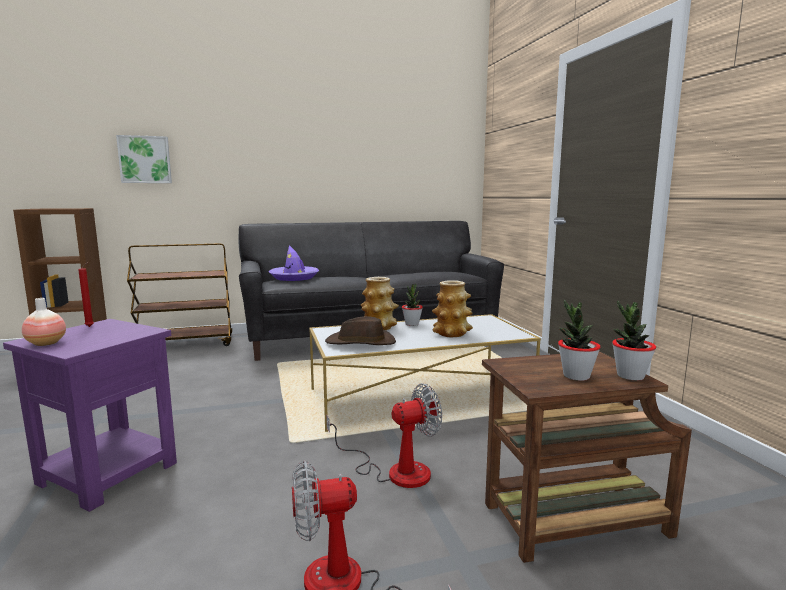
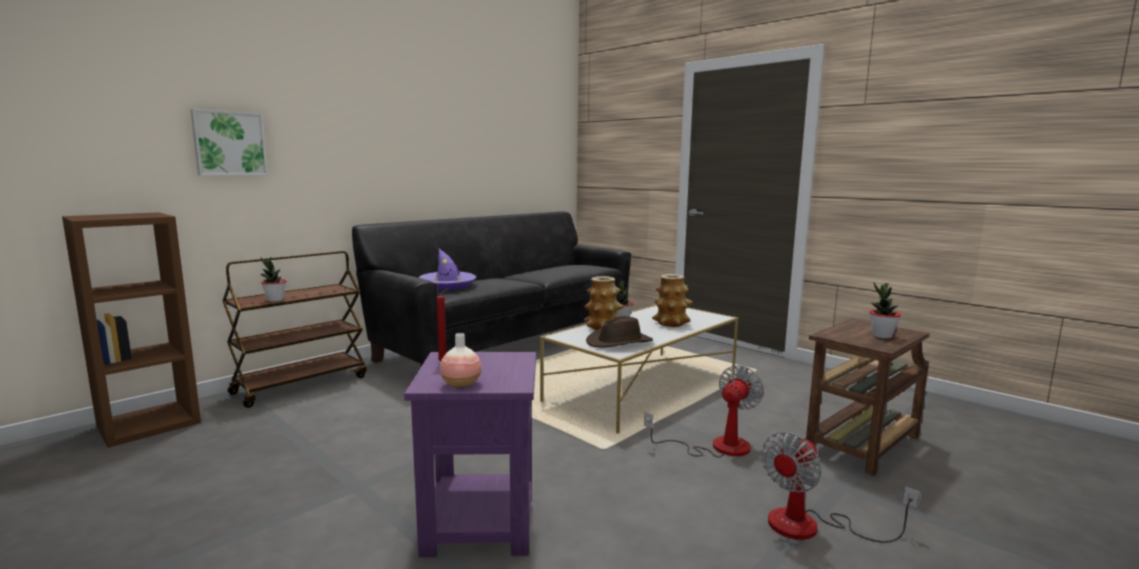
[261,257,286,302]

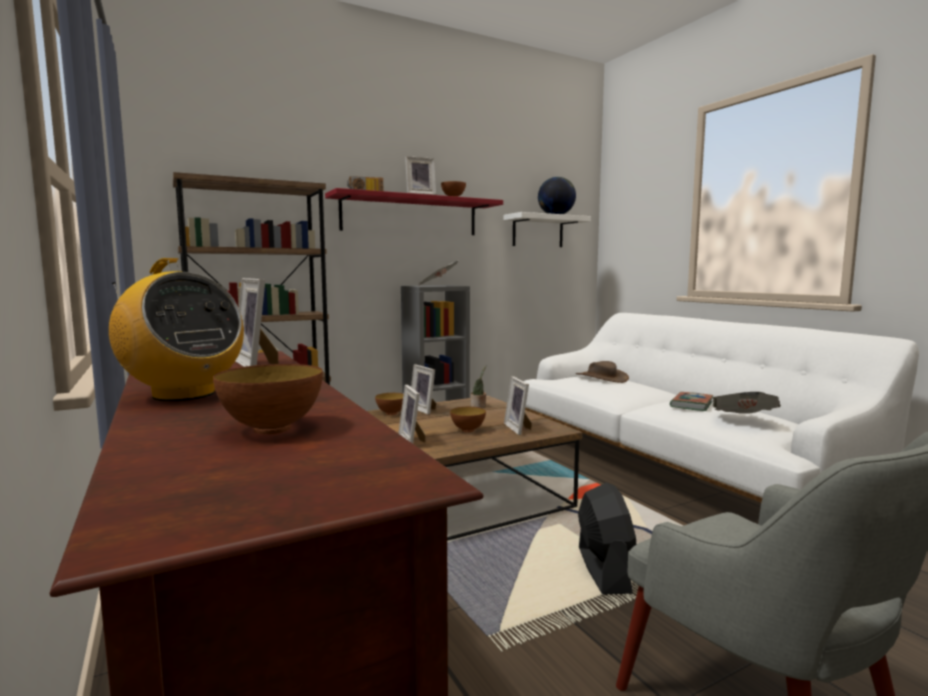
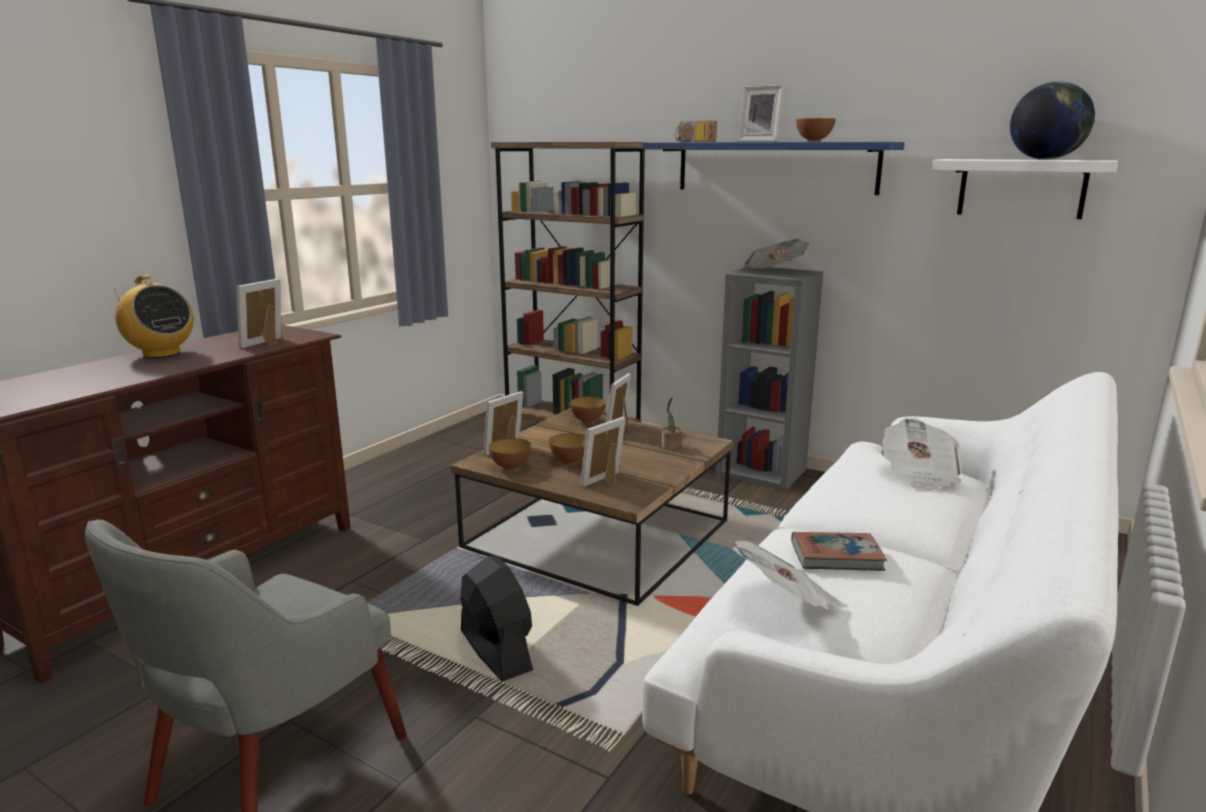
[643,142,905,195]
[114,275,194,358]
[881,418,962,492]
[489,438,532,471]
[460,556,533,682]

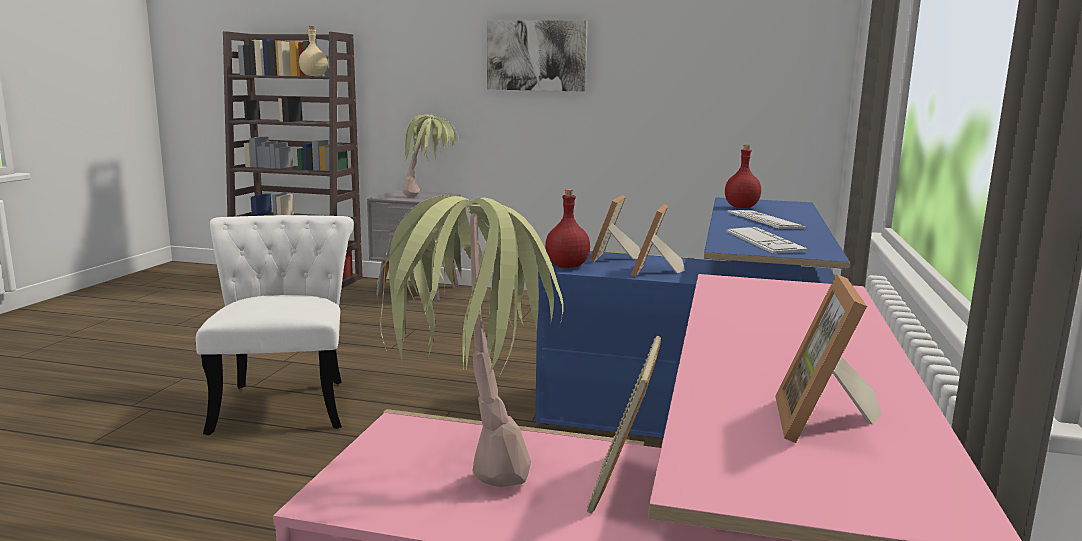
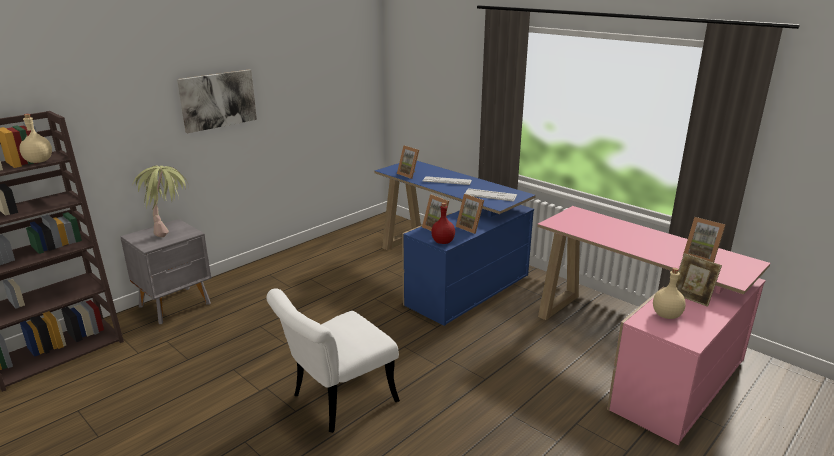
[397,145,419,179]
[653,268,686,319]
[266,288,400,433]

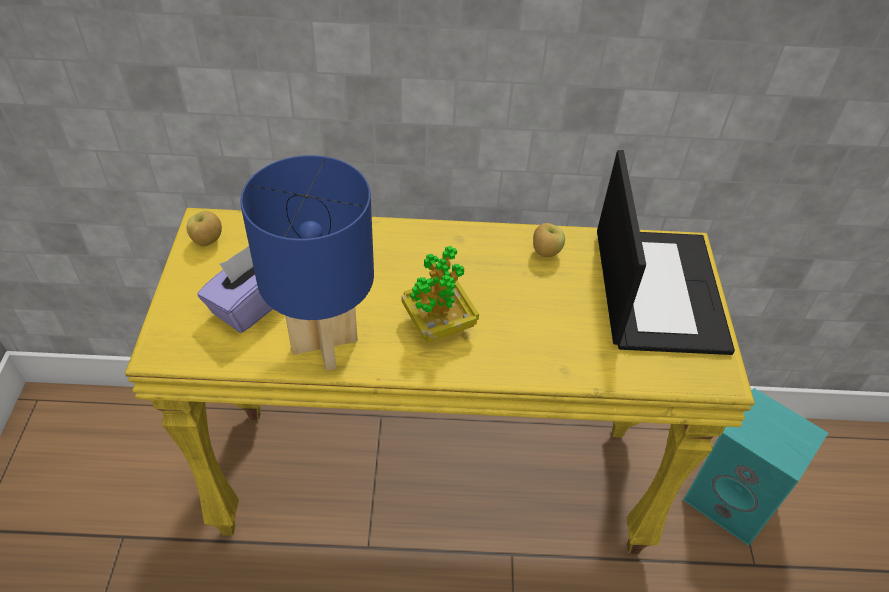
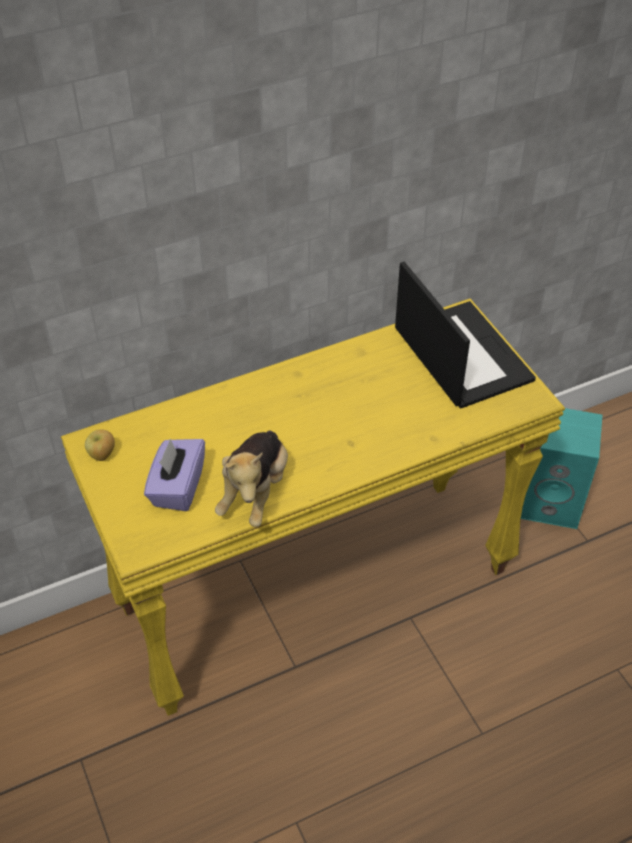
[215,430,288,527]
[533,223,565,258] (first image)
[401,246,479,343] (first image)

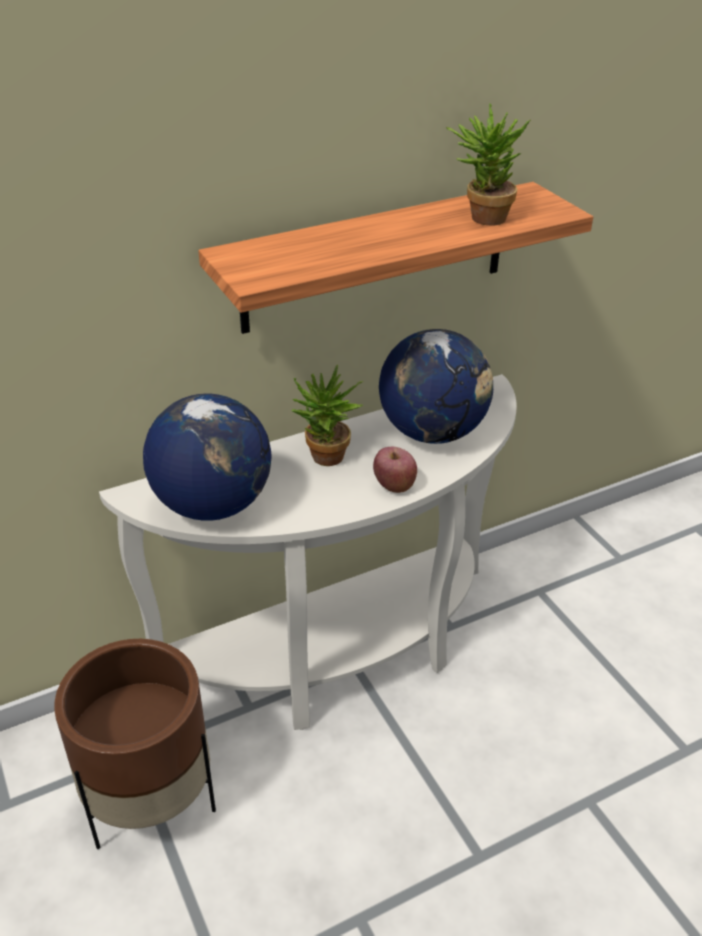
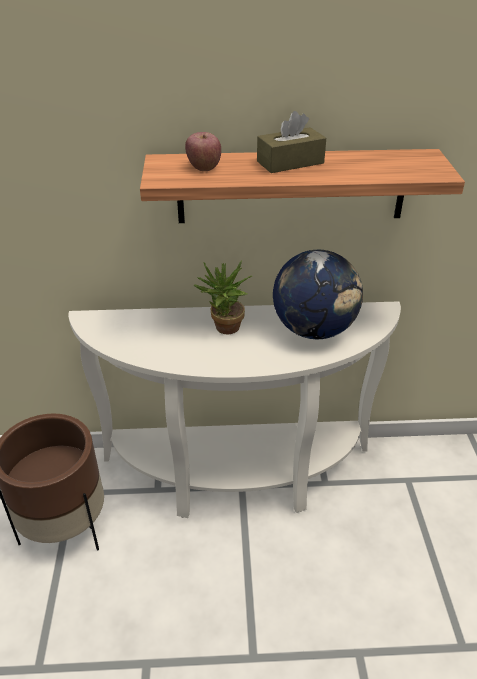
[446,103,530,226] (first image)
[143,394,271,521] (first image)
[185,132,221,171]
[257,111,326,173]

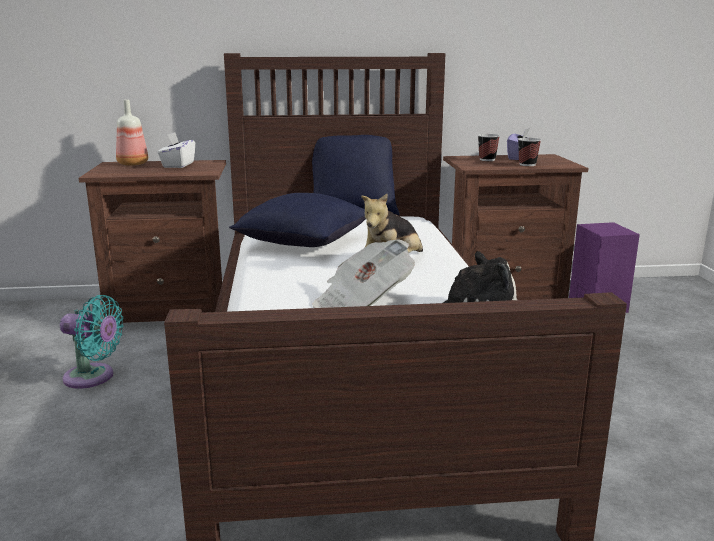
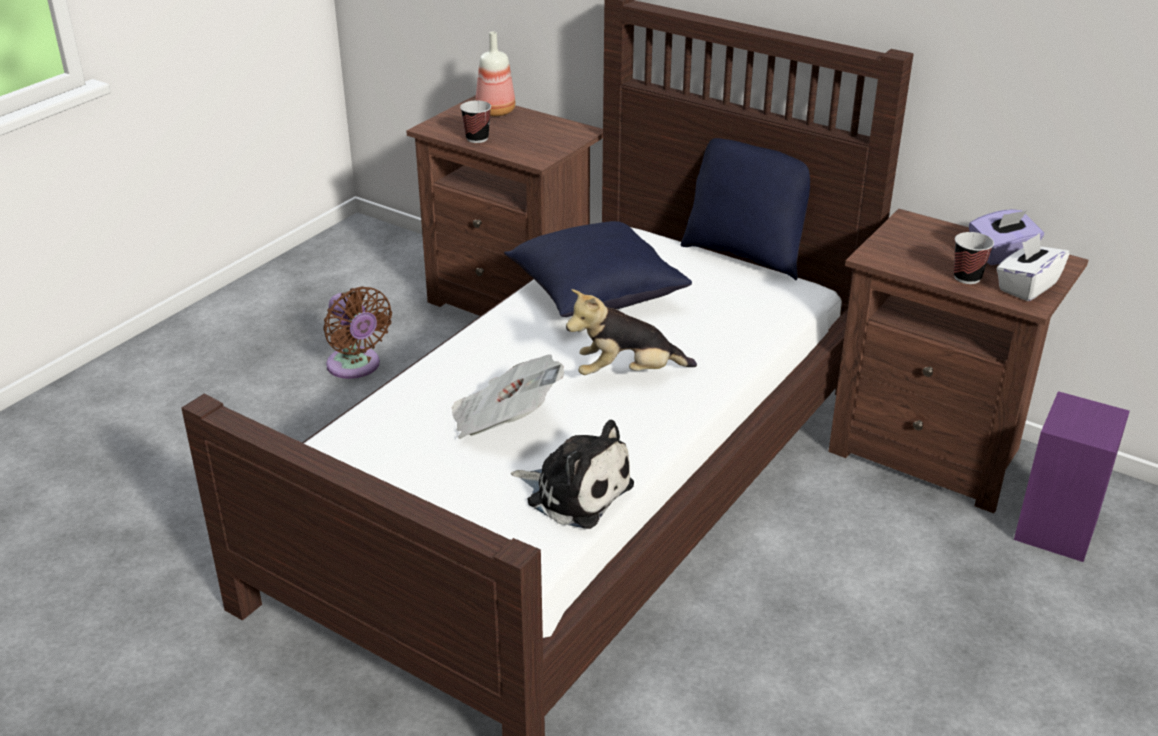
[997,233,1070,301]
[460,100,491,143]
[324,286,392,379]

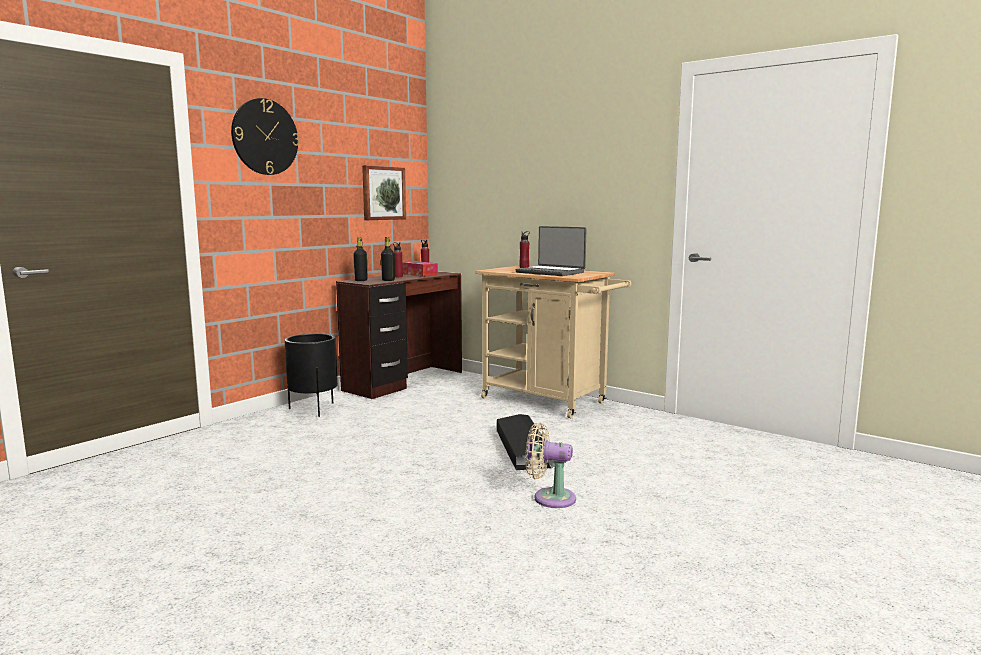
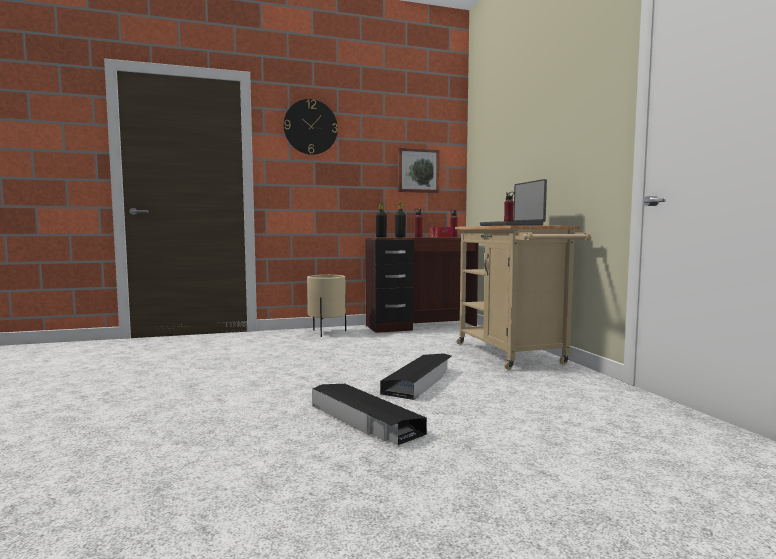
[307,275,346,337]
[312,384,427,445]

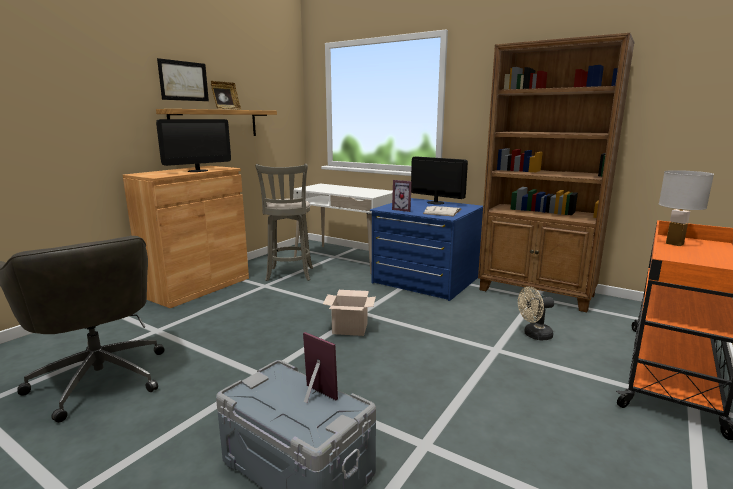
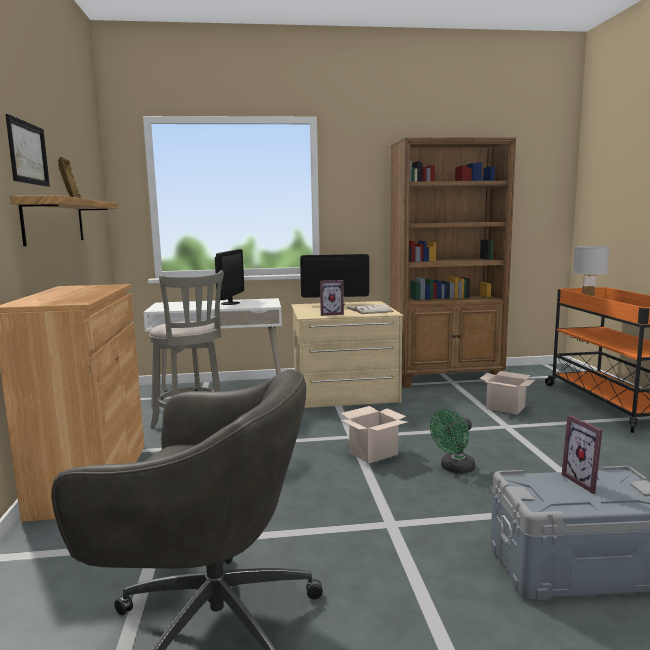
[215,249,244,305]
[292,301,403,408]
[479,371,535,415]
[562,415,602,494]
[430,409,475,474]

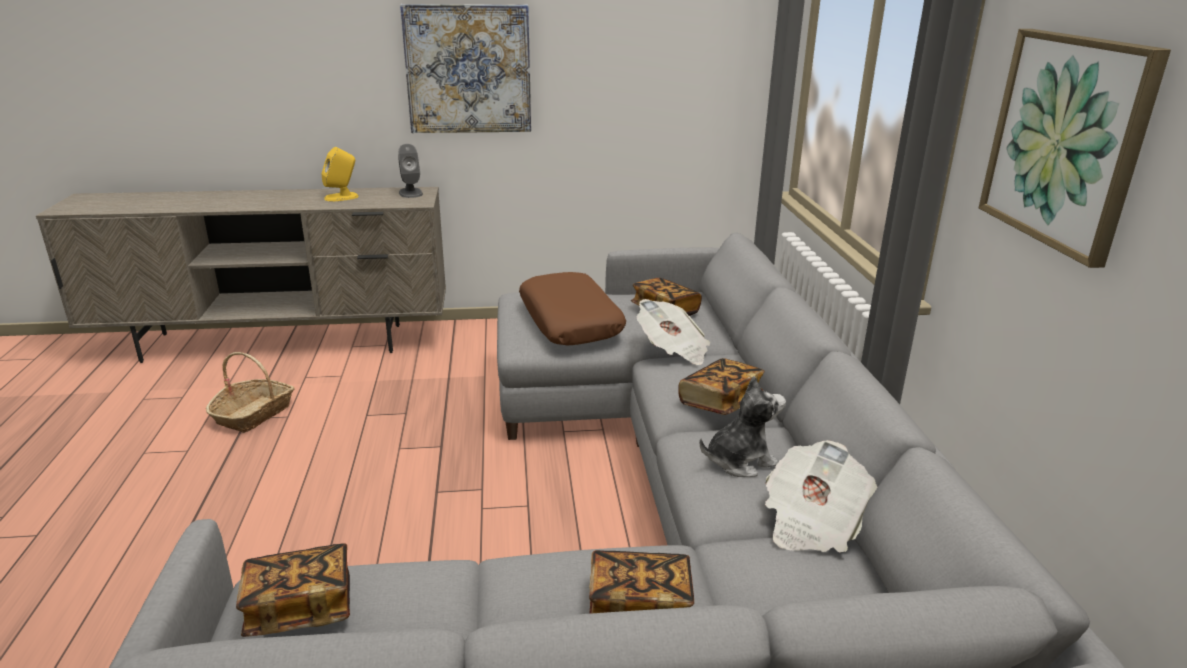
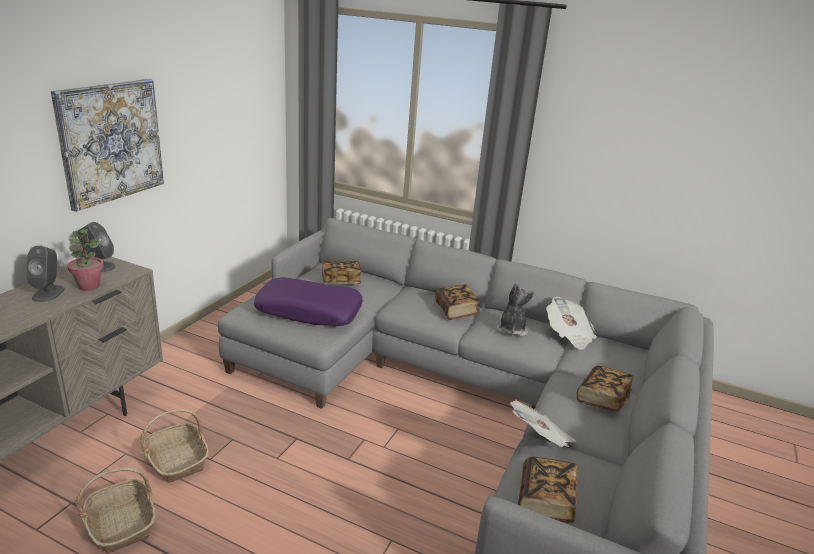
[979,29,1171,268] (first image)
[26,245,65,302]
[254,277,362,326]
[510,401,576,447]
[68,229,104,291]
[140,409,209,483]

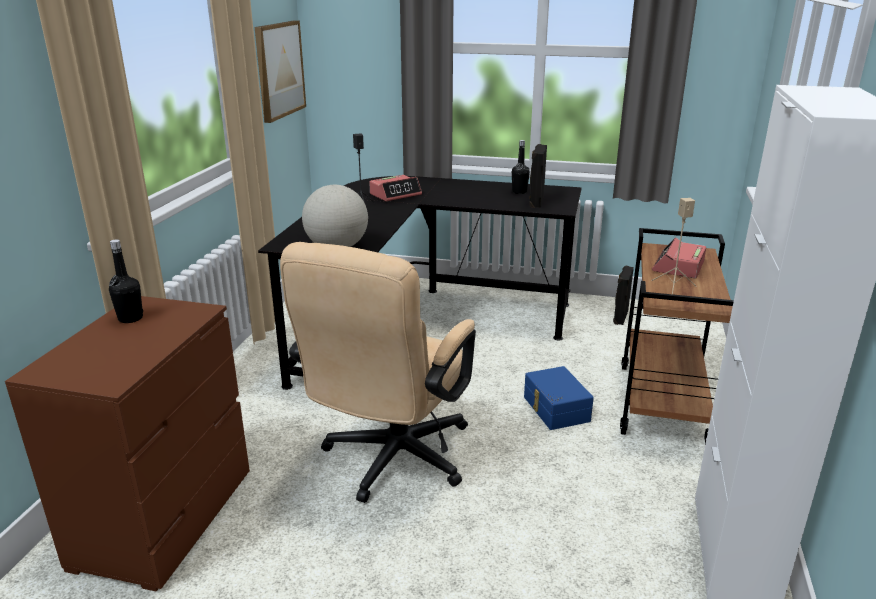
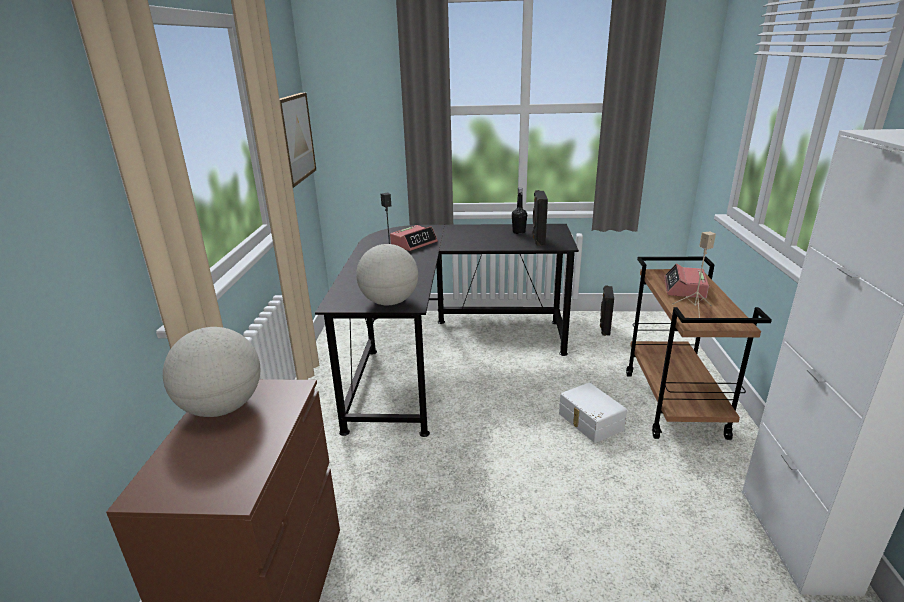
[163,327,260,417]
[280,242,476,503] (first image)
[559,383,627,443]

